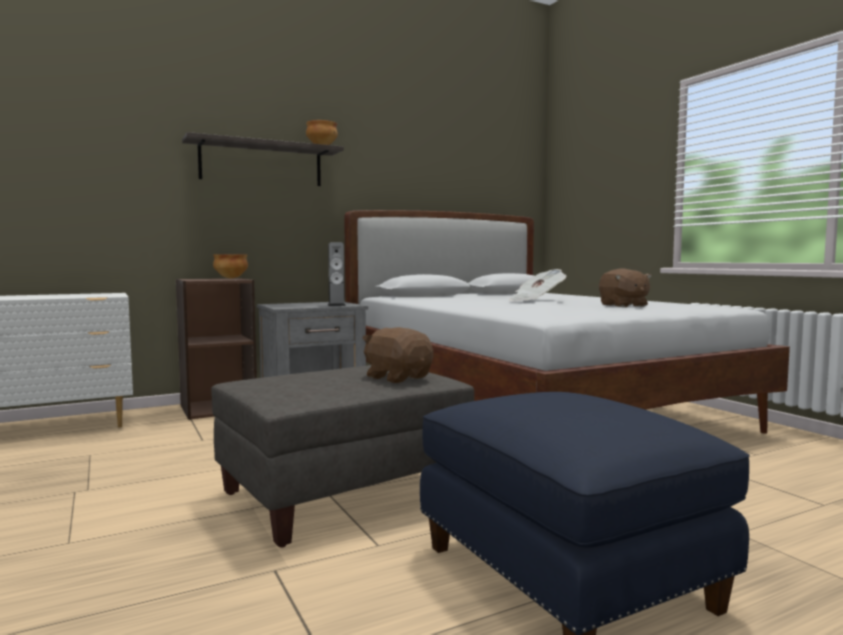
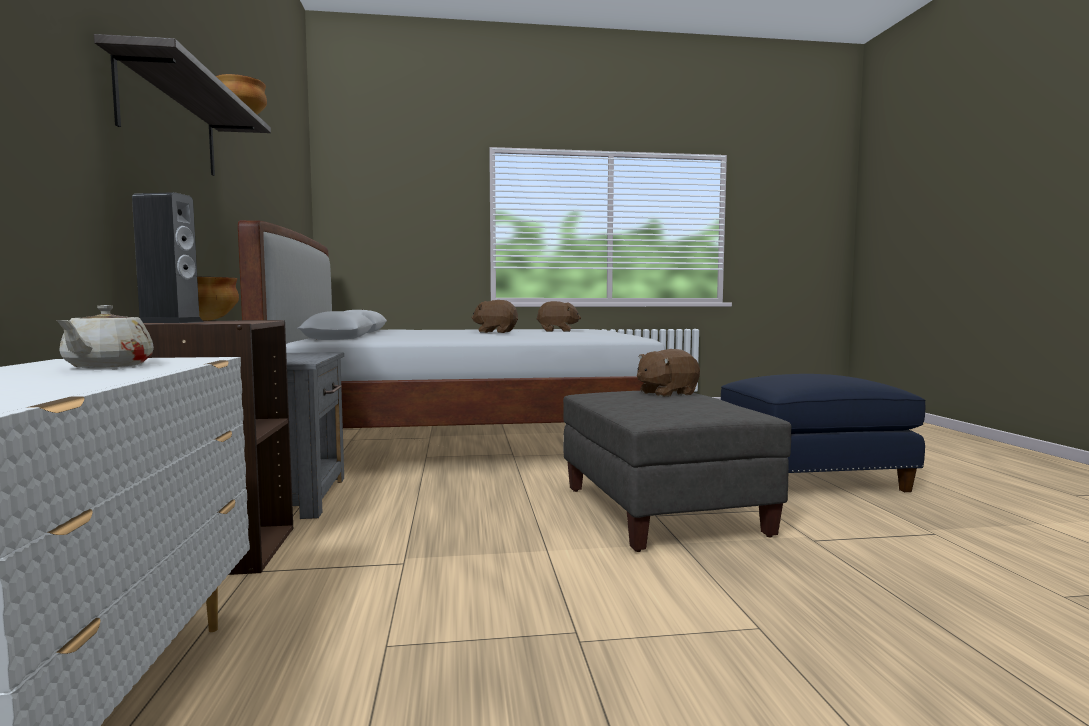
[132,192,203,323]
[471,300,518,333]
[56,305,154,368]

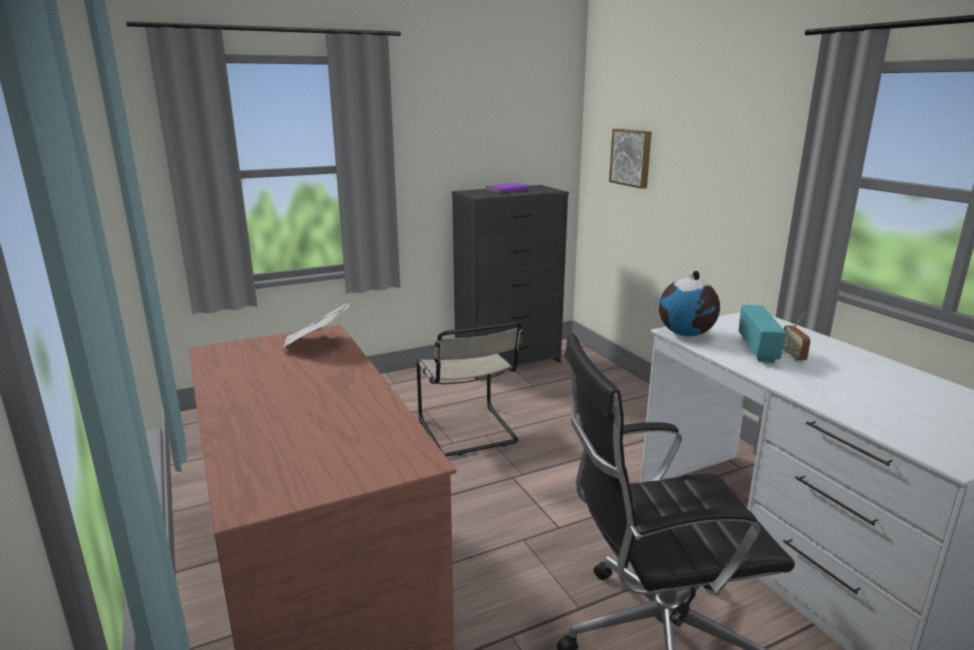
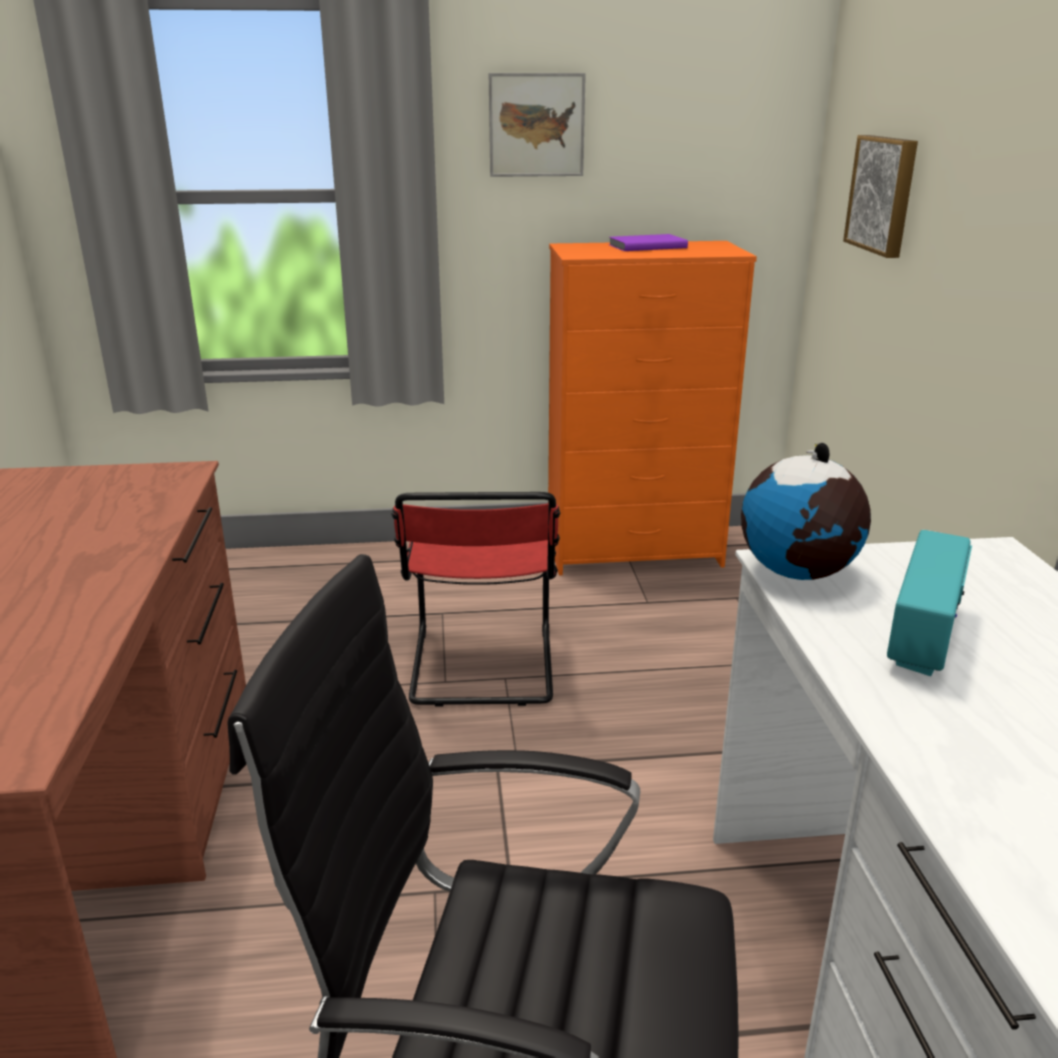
[548,241,757,575]
[282,304,350,348] (first image)
[783,312,811,362] (first image)
[392,492,560,707]
[489,73,586,177]

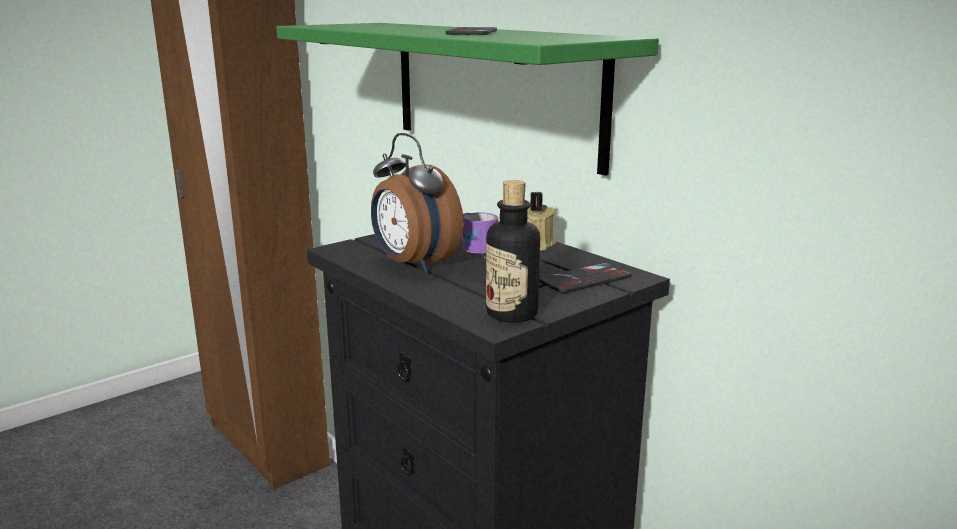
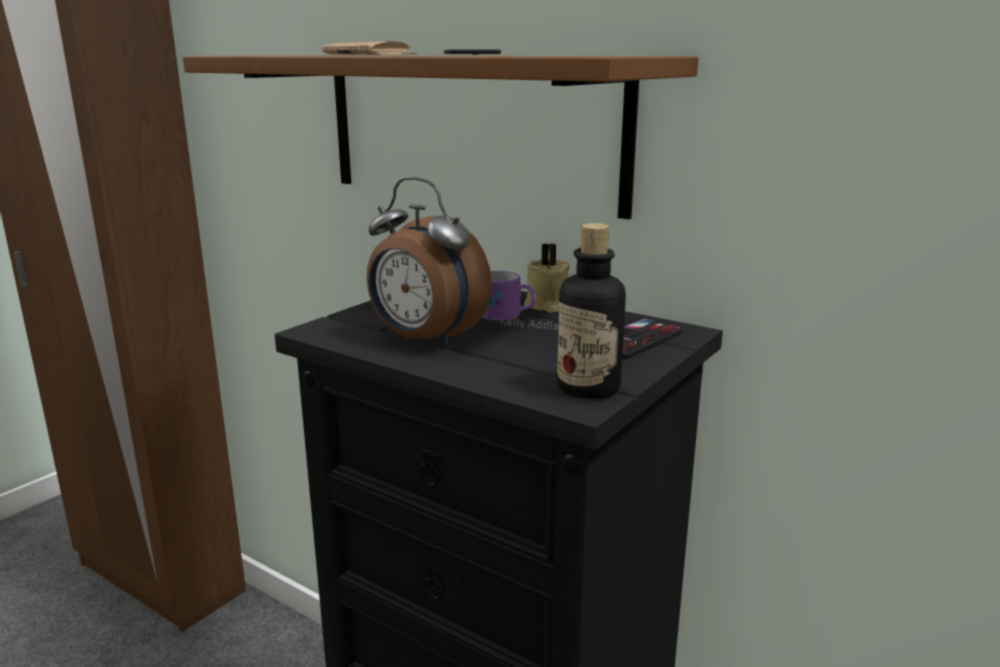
[183,55,699,219]
[322,41,418,55]

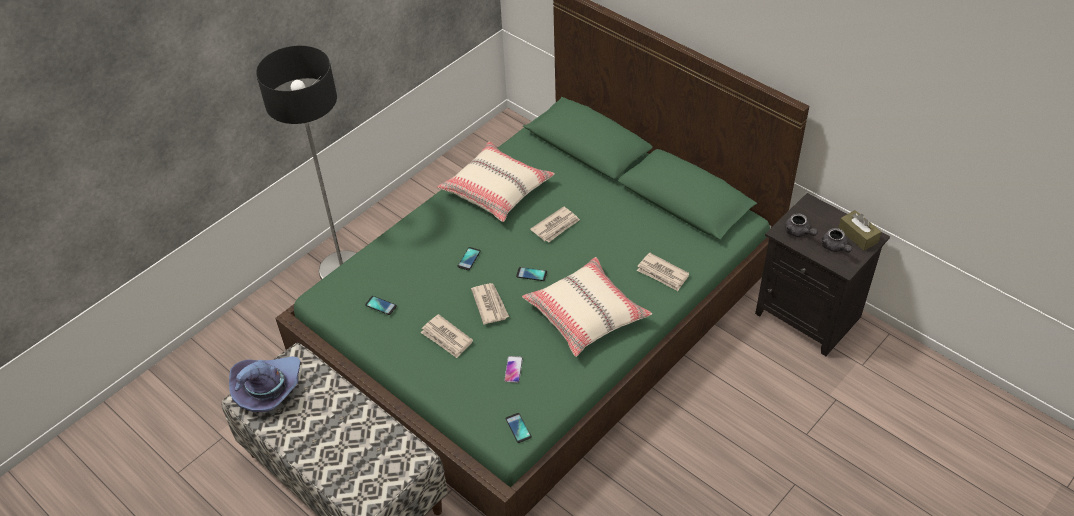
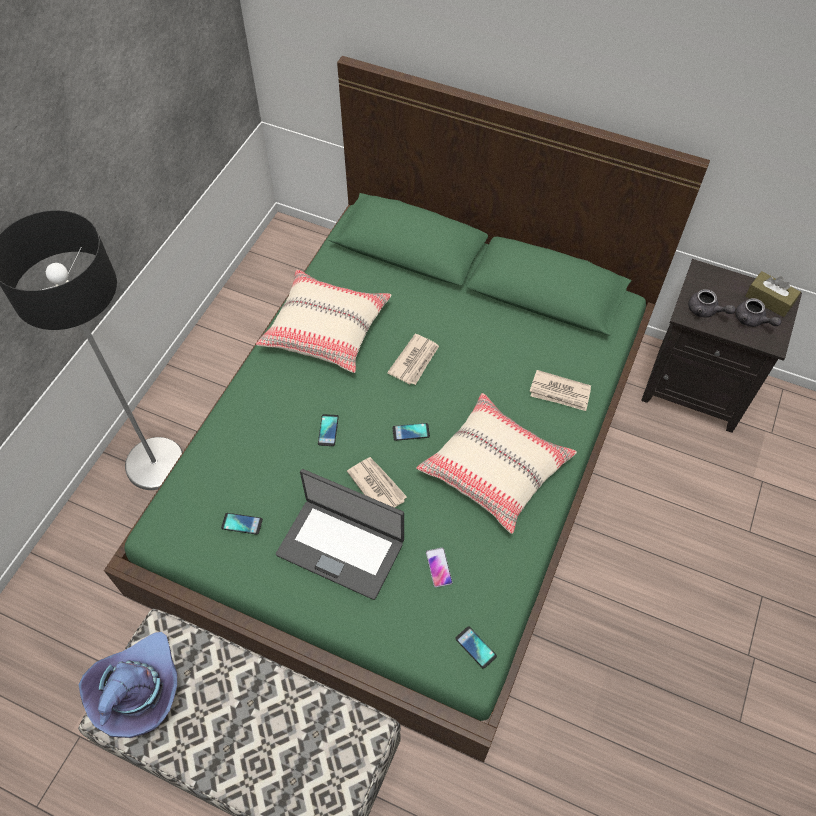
[276,469,404,600]

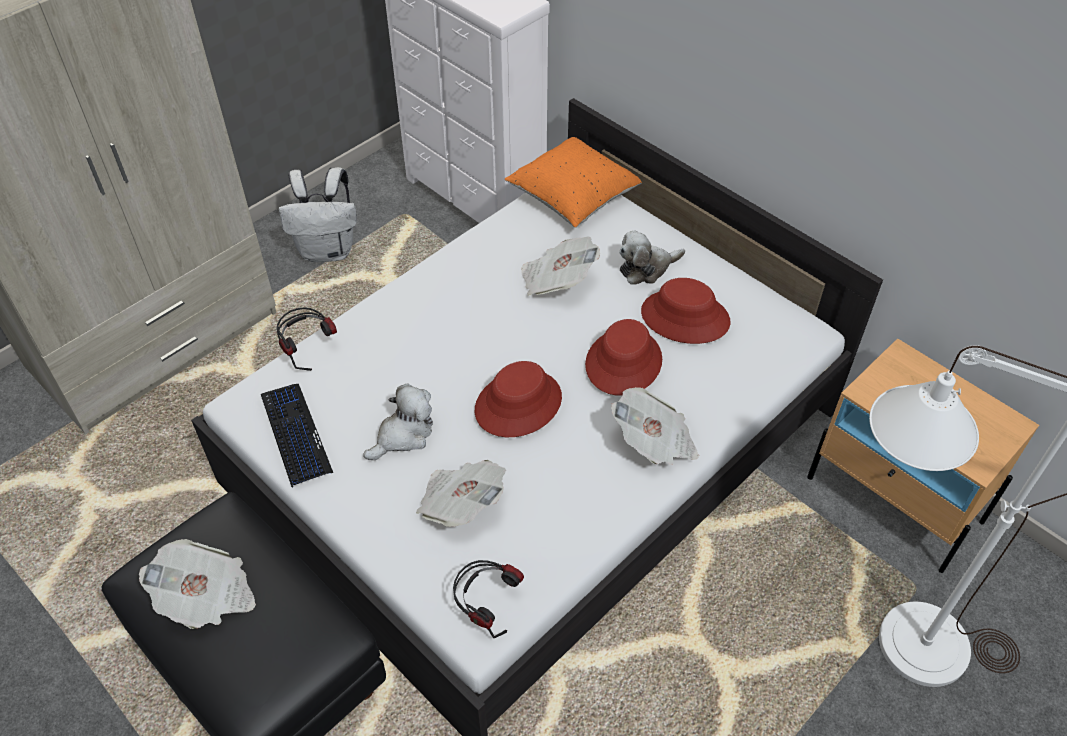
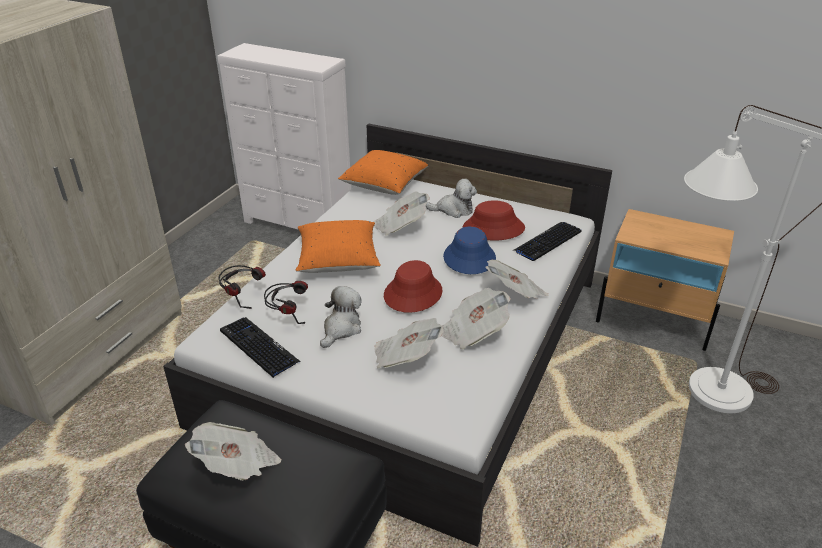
[279,167,357,262] (first image)
[426,179,477,218]
[443,226,496,274]
[264,281,308,324]
[296,220,381,273]
[514,222,581,261]
[442,288,511,350]

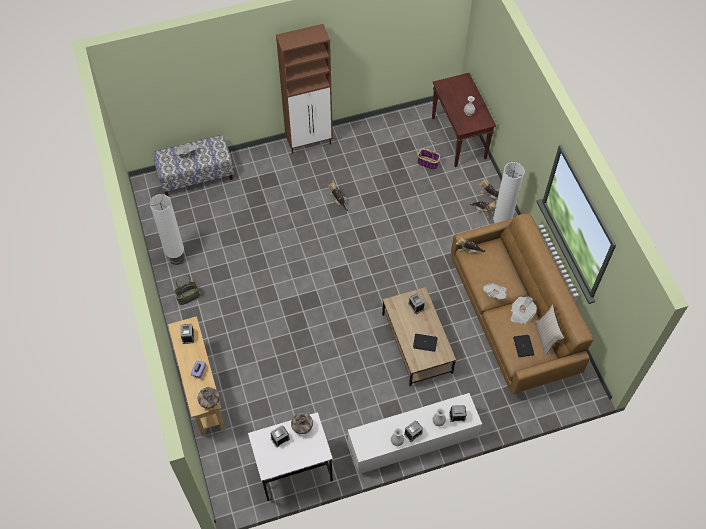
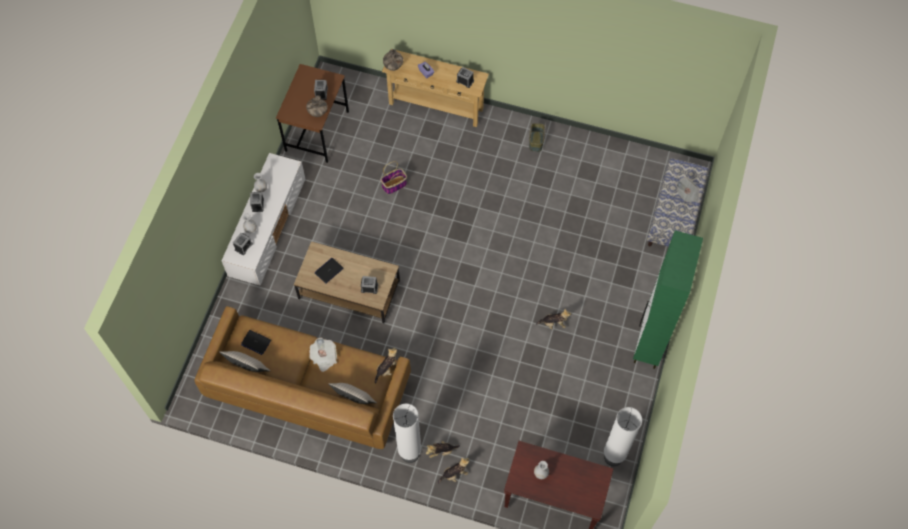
[633,230,703,369]
[380,161,407,194]
[604,407,642,466]
[511,297,537,324] (first image)
[276,64,349,163]
[328,383,377,404]

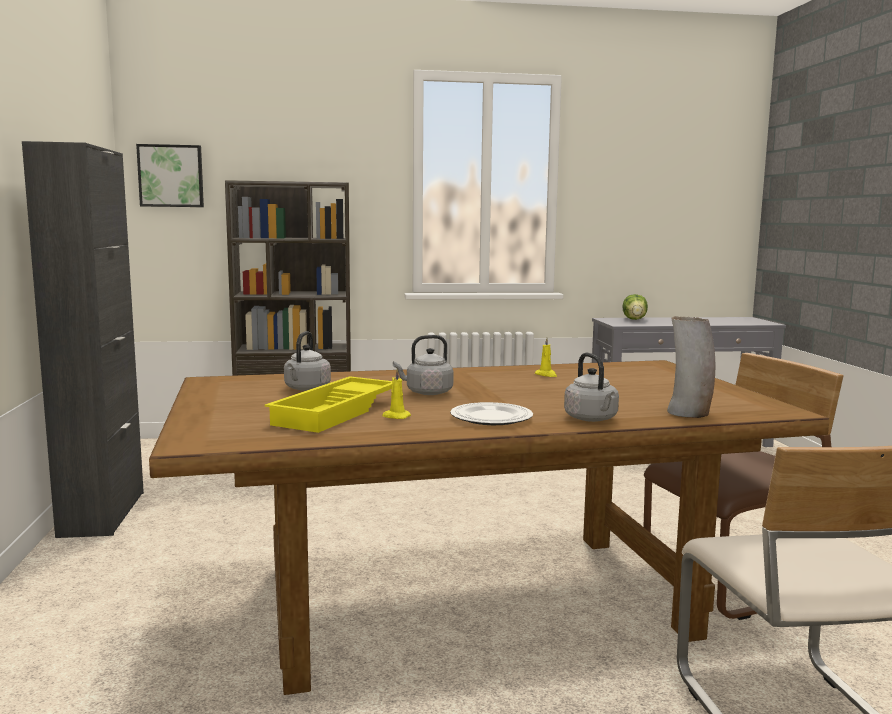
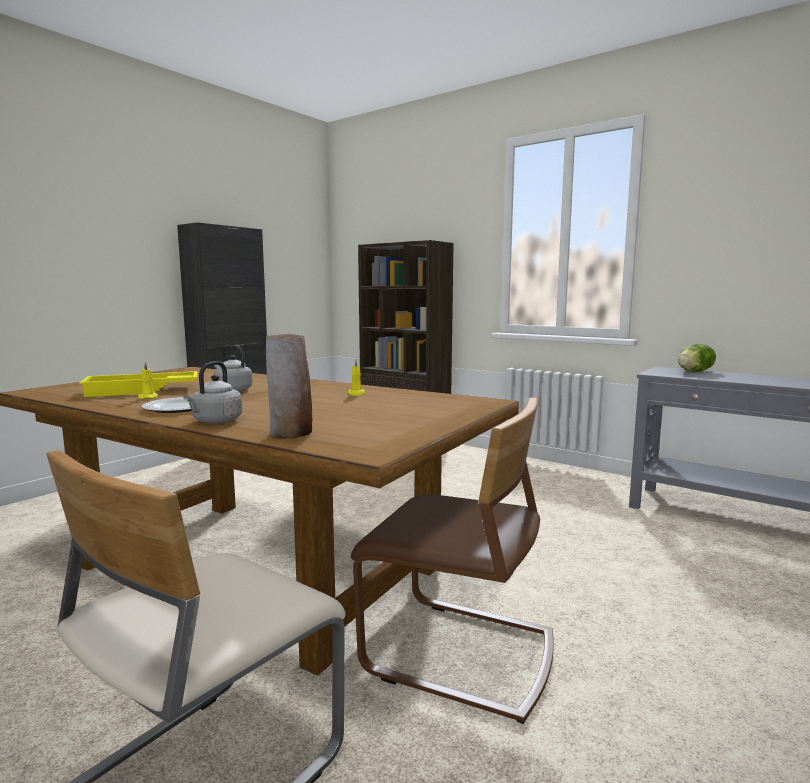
[136,144,204,207] (first image)
[284,331,331,391] (first image)

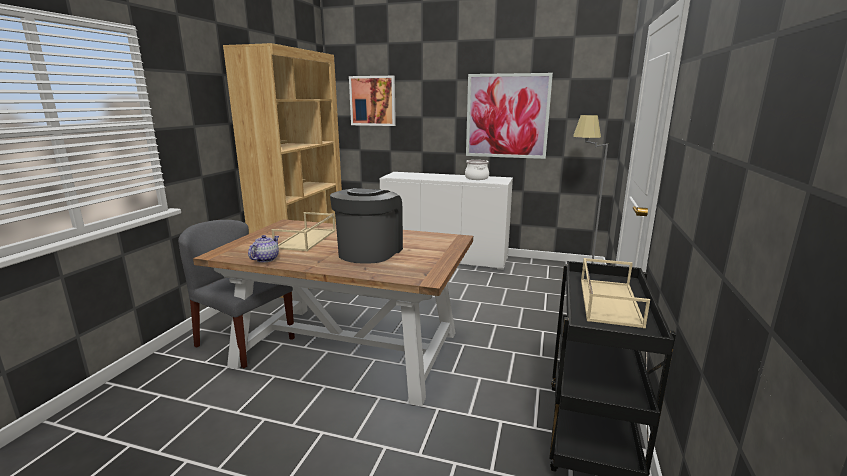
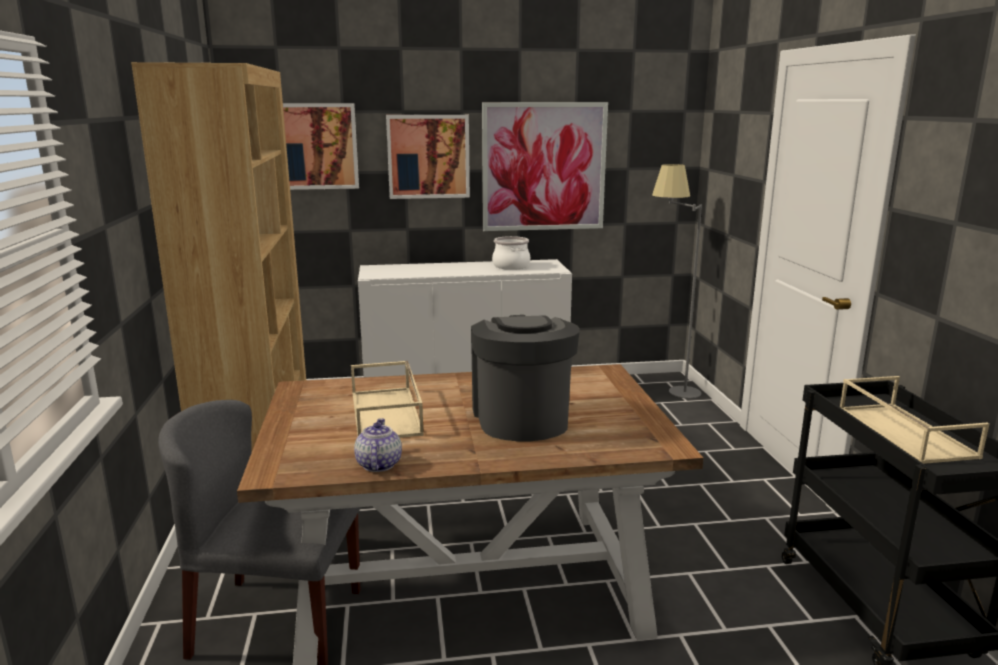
[386,115,470,199]

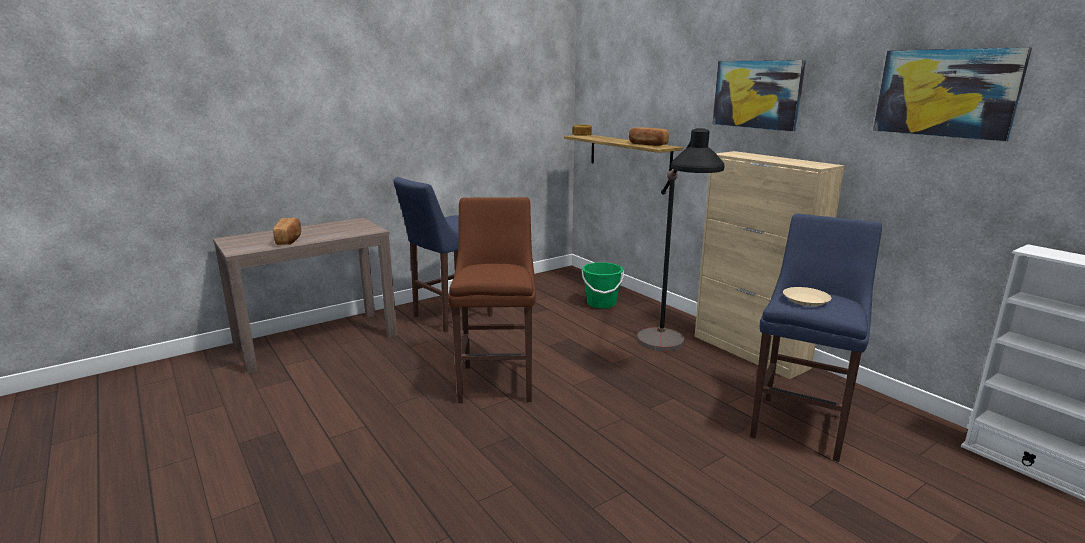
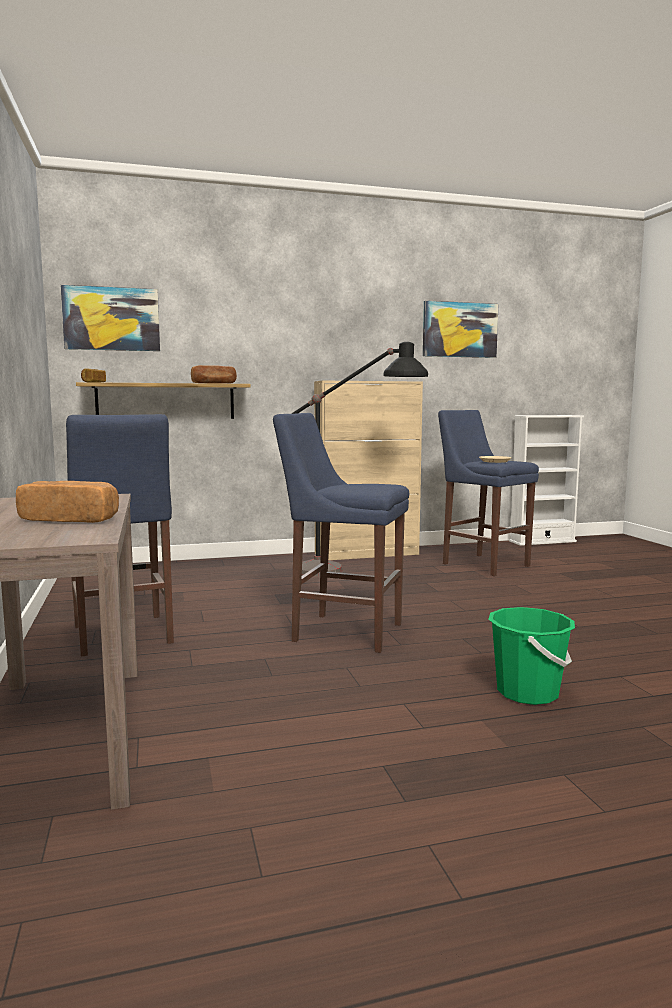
[61,285,160,351]
[273,413,409,653]
[489,607,575,705]

